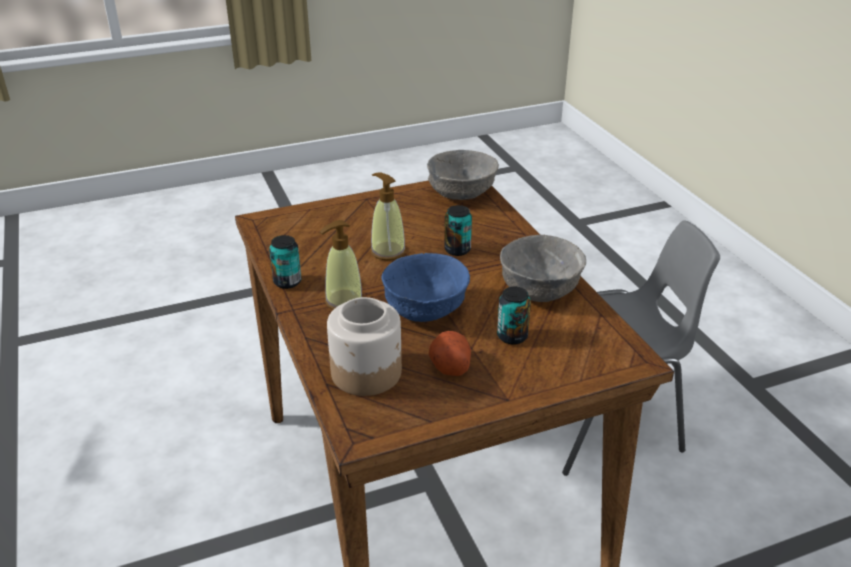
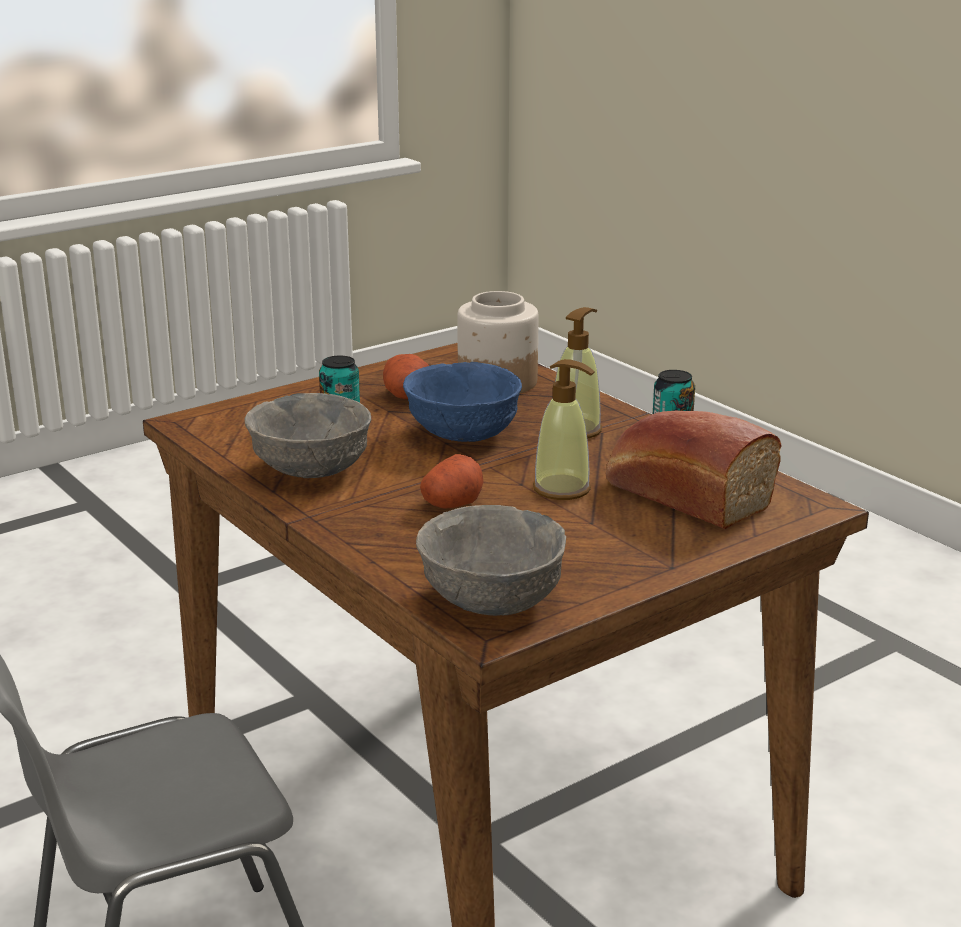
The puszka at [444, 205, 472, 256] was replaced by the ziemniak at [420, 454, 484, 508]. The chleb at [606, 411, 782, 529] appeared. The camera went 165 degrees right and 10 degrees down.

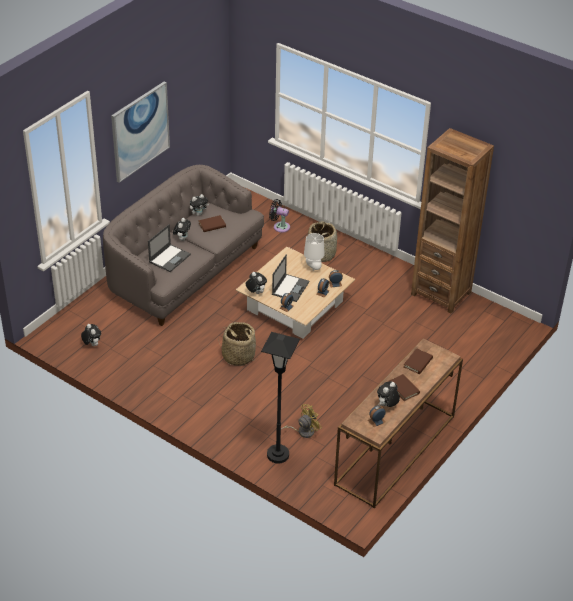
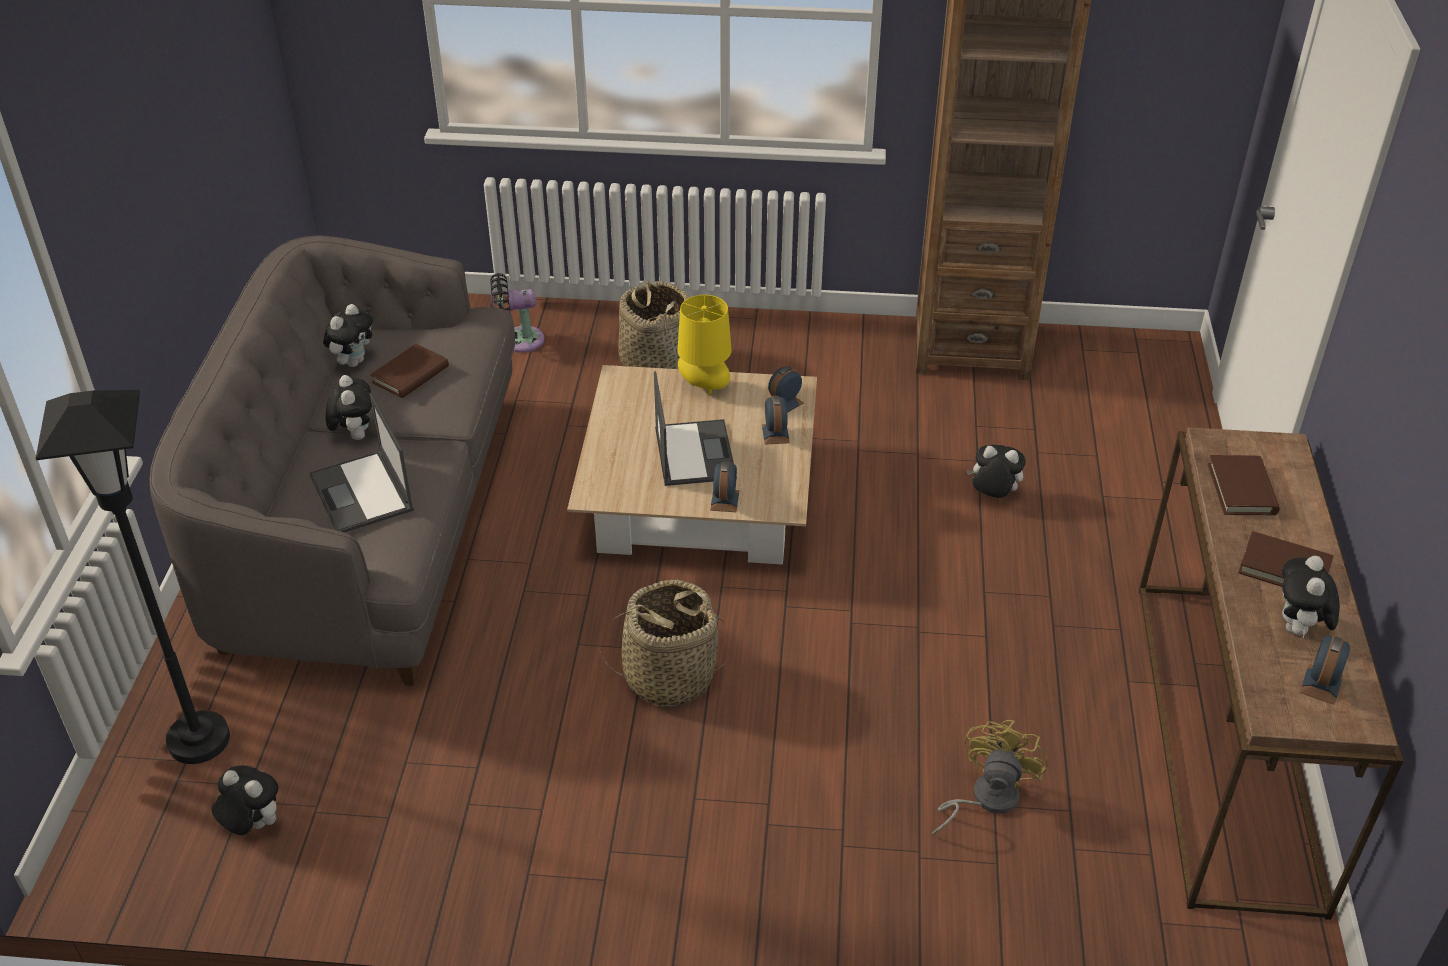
The obraz at [111, 81, 170, 183] disappeared. The laptop at [148, 224, 191, 272] turned 150 degrees clockwise. The pluszak moved from [246, 272, 267, 294] to [966, 445, 1026, 498]. The lampa stojąca/czarny moved from [261, 332, 300, 463] to [36, 390, 230, 764]. The lampa stołowa/biały at [304, 233, 325, 271] became the lampa stołowa/żółty at [678, 295, 732, 394]. The camera went 30 degrees left and 0 degrees up.

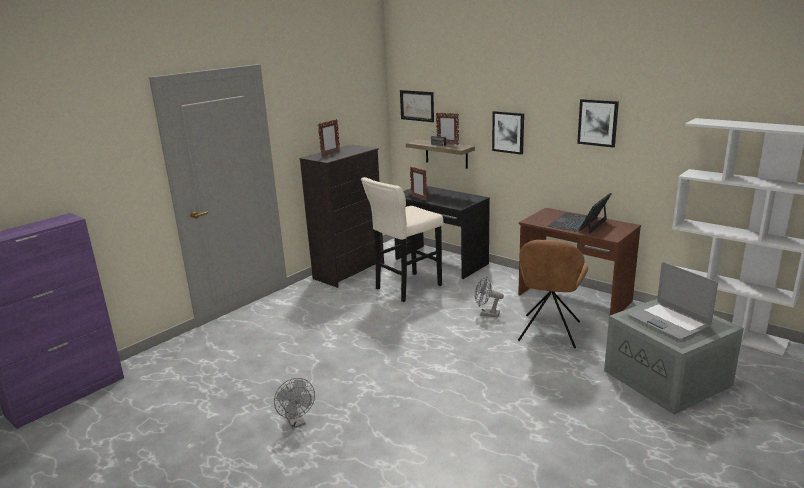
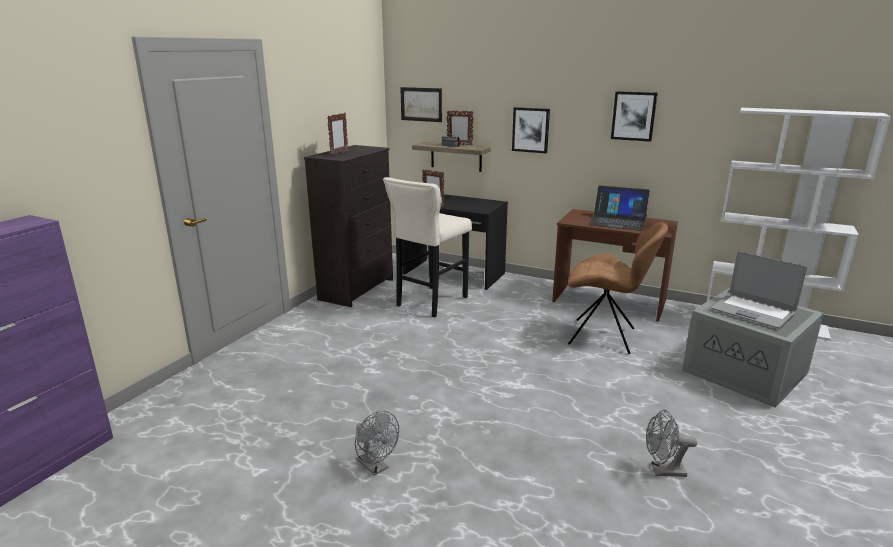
The wentylator/szary moved from [475, 276, 504, 317] to [646, 410, 697, 477]. The krzesło/brązowy at [518, 240, 588, 348] turned 75 degrees counterclockwise. The laptop at [548, 193, 612, 234] turned 90 degrees counterclockwise. The camera went 15 degrees left and 0 degrees up.

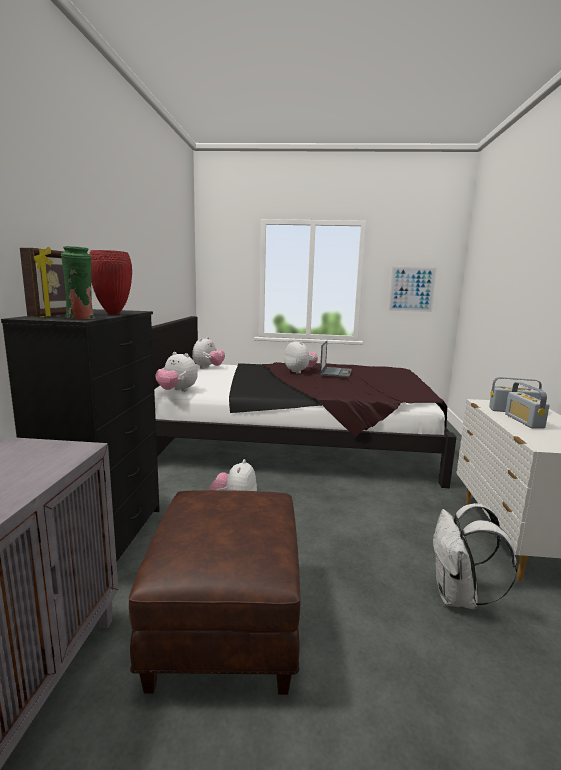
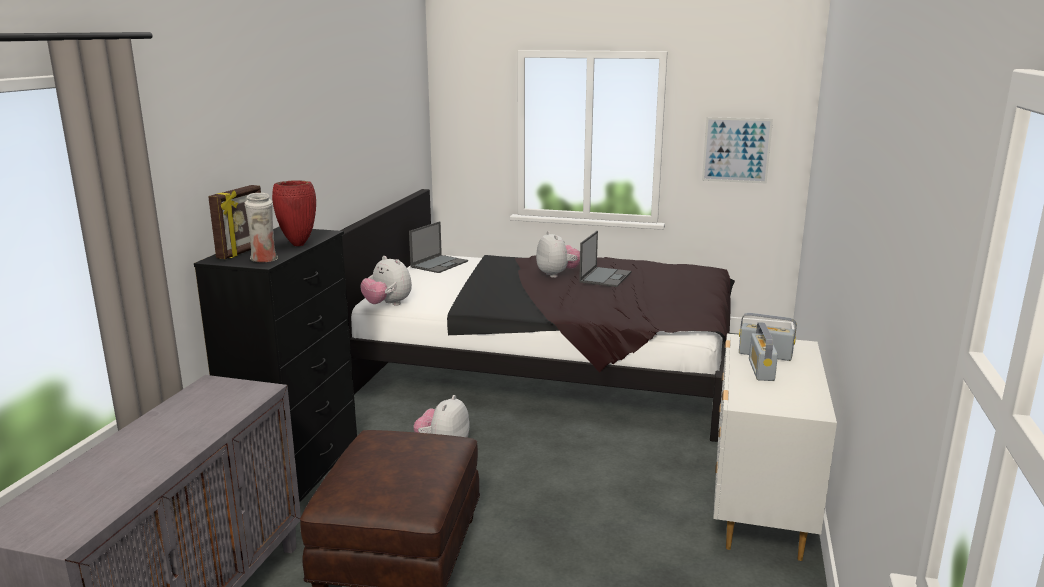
The wazon/zielony at [61, 246, 95, 319] became the wazon/biały at [244, 193, 278, 262]. The pluszak at [192, 337, 225, 369] was replaced by the laptop at [409, 221, 468, 273]. The plecak/biały at [433, 503, 517, 609] disappeared. The camera went 10 degrees right and 5 degrees up.

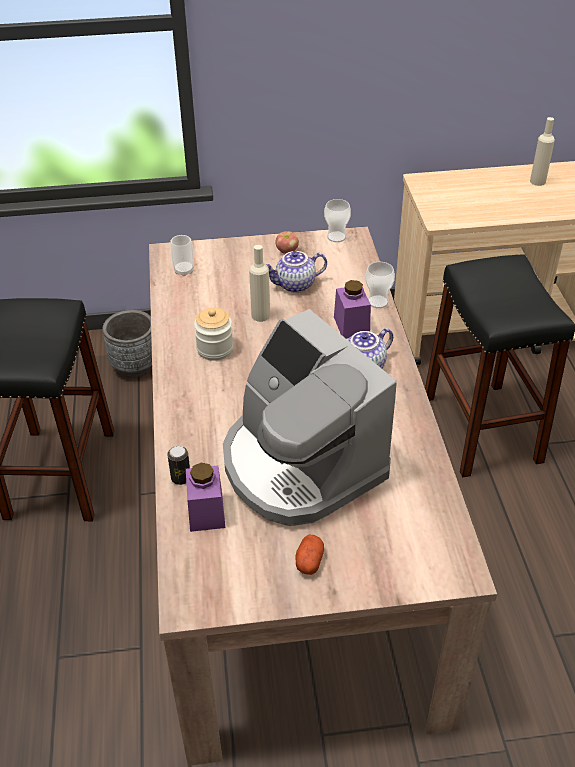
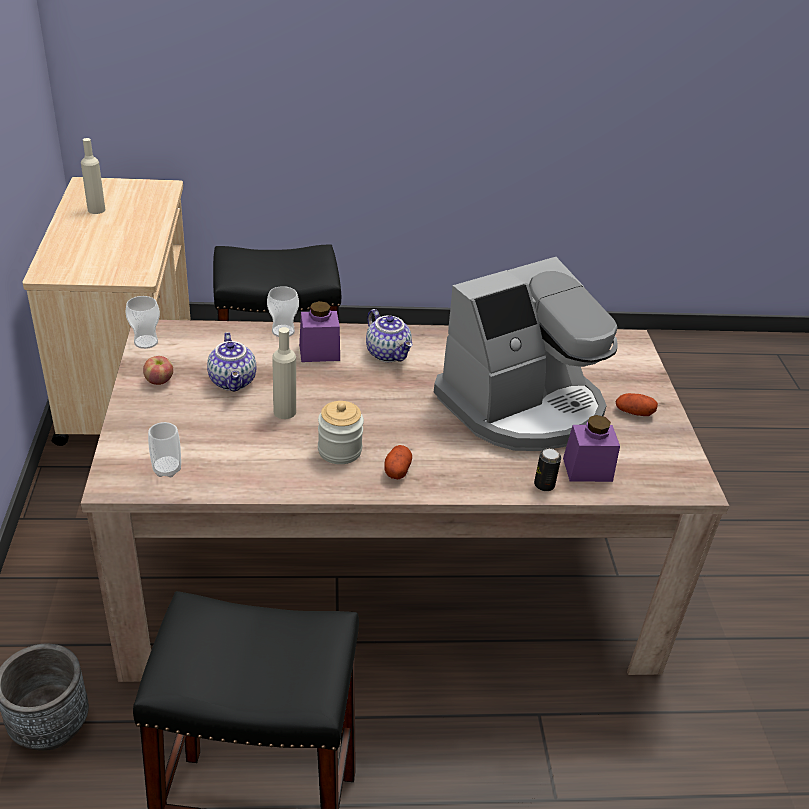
The ziemniak at [384, 445, 412, 479] appeared. The camera went 90 degrees left and 5 degrees down.

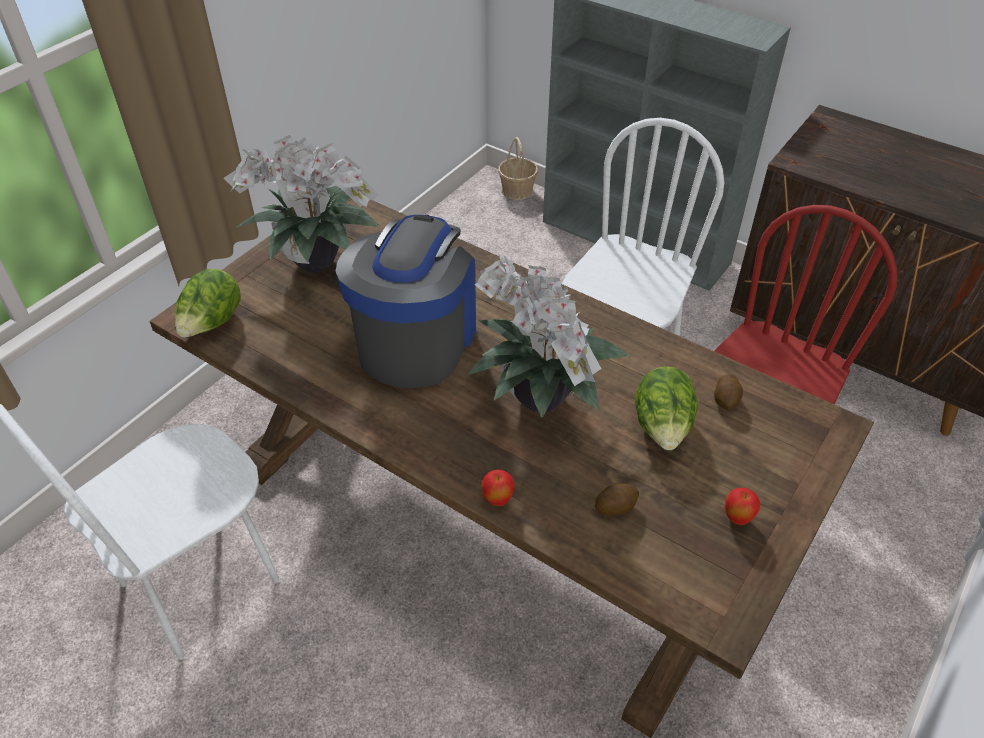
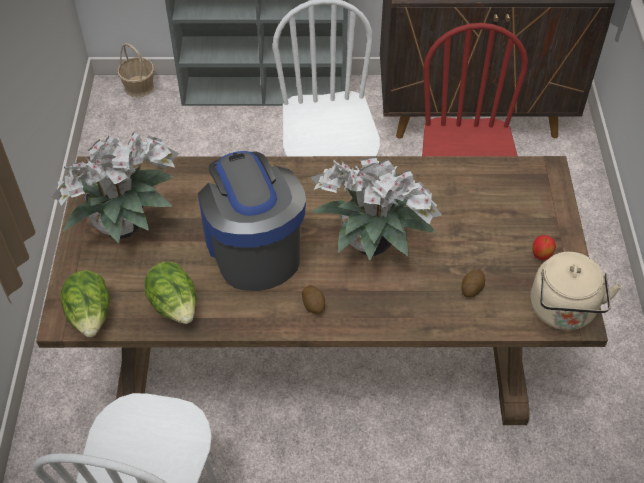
The jabłko at [481, 469, 515, 506] disappeared. The sałata moved from [635, 366, 698, 450] to [144, 262, 196, 324]. The ziemniak moved from [714, 374, 743, 409] to [302, 285, 325, 314]. The czajnik/beżowy at [531, 252, 622, 330] appeared. The camera went 35 degrees left and 5 degrees up.

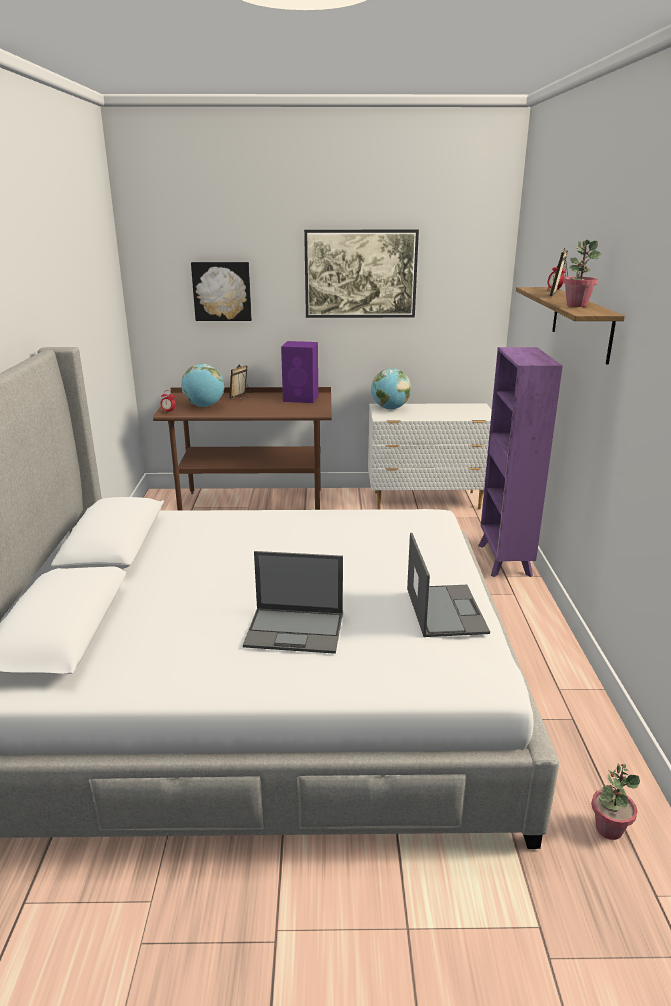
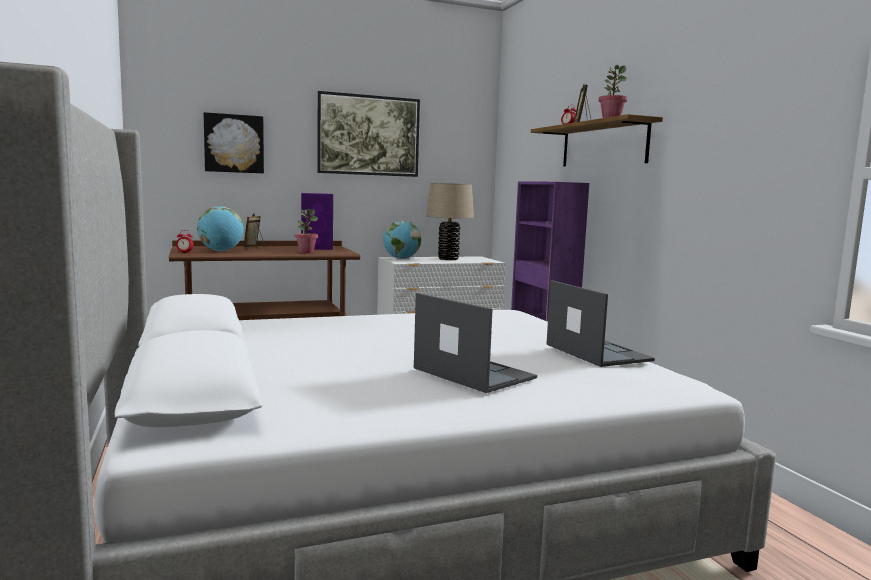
The laptop at [243, 551, 343, 654] turned 120 degrees counterclockwise. The roślina doniczkowa moved from [591, 763, 640, 840] to [295, 209, 318, 253]. The lampa stołowa/beżowy at [426, 183, 474, 260] appeared. The camera went 20 degrees left and 15 degrees down.

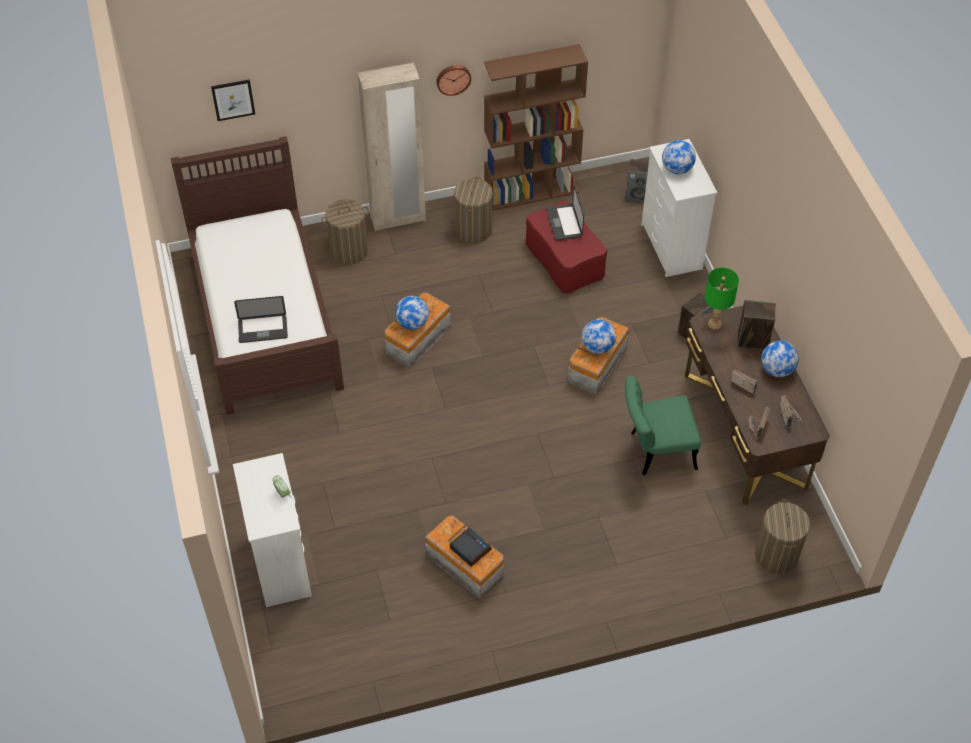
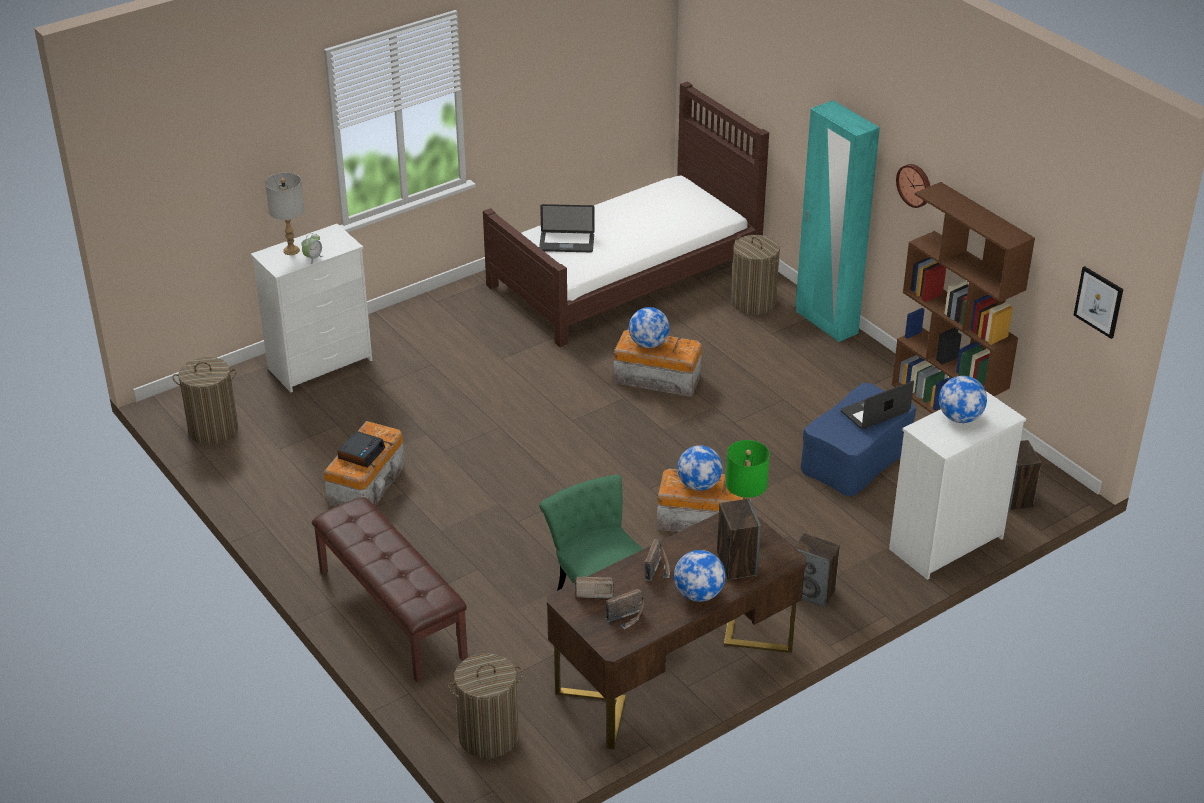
The obraz moved from [211, 79, 255, 121] to [1073, 266, 1123, 339]. The laptop at [234, 296, 288, 343] turned 60 degrees counterclockwise. The szafa/beżowy at [358, 63, 426, 231] became the szafa/turkusowy at [795, 100, 880, 342]. The kosz na pranie moved from [454, 177, 493, 243] to [173, 357, 238, 445]. The pufa/czerwony at [526, 201, 607, 294] became the pufa/niebieski at [801, 383, 916, 496]. The lampa stołowa/szary at [265, 172, 305, 255] appeared. The ławka/brązowy at [312, 497, 468, 682] appeared. The camera went 70 degrees right and 15 degrees down.

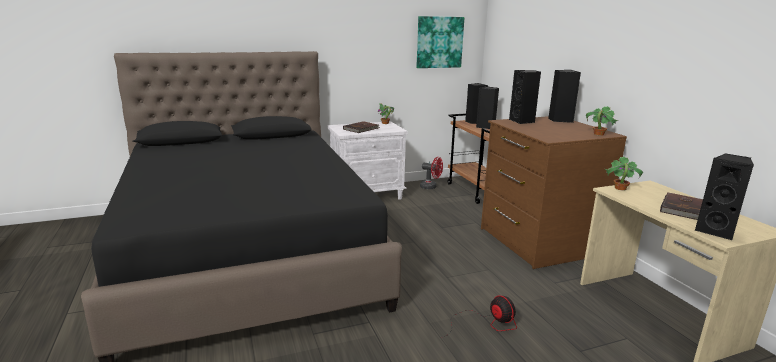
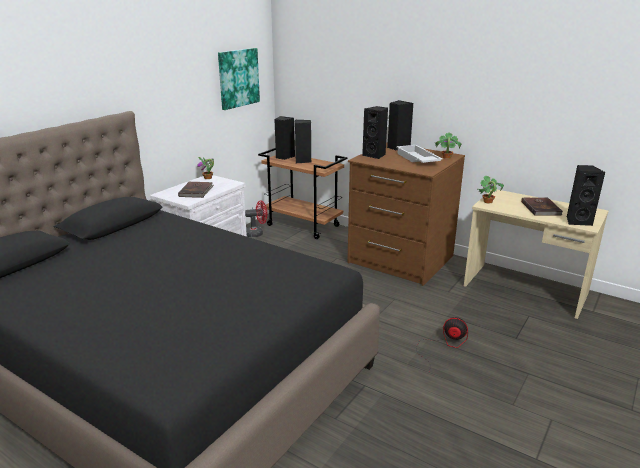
The taca/biały at [396, 145, 443, 163] appeared. The camera went 35 degrees left and 5 degrees up.

